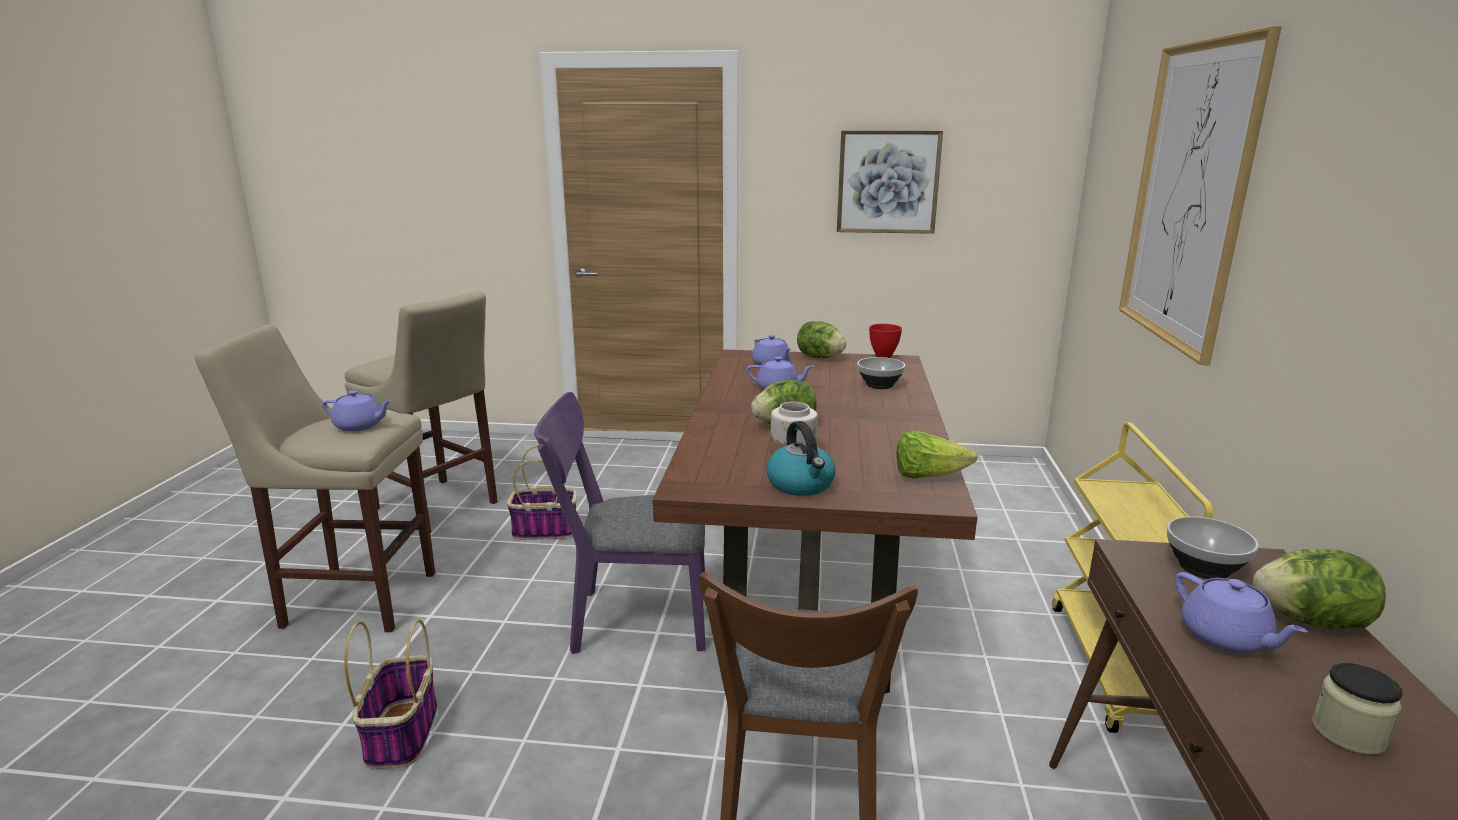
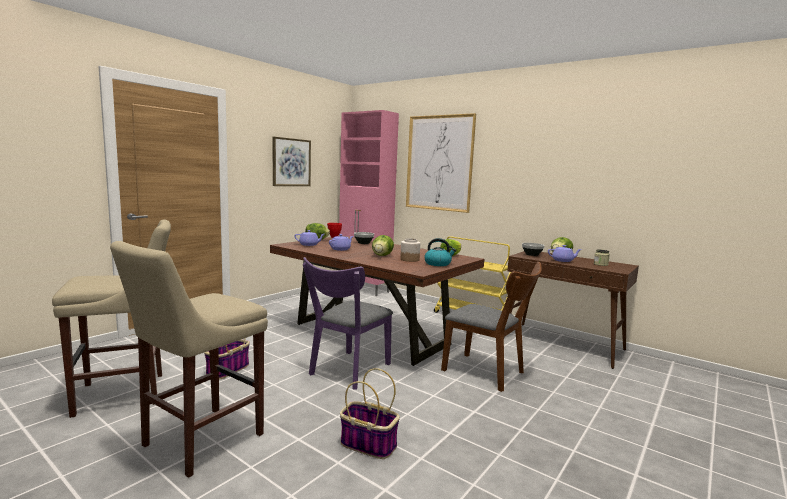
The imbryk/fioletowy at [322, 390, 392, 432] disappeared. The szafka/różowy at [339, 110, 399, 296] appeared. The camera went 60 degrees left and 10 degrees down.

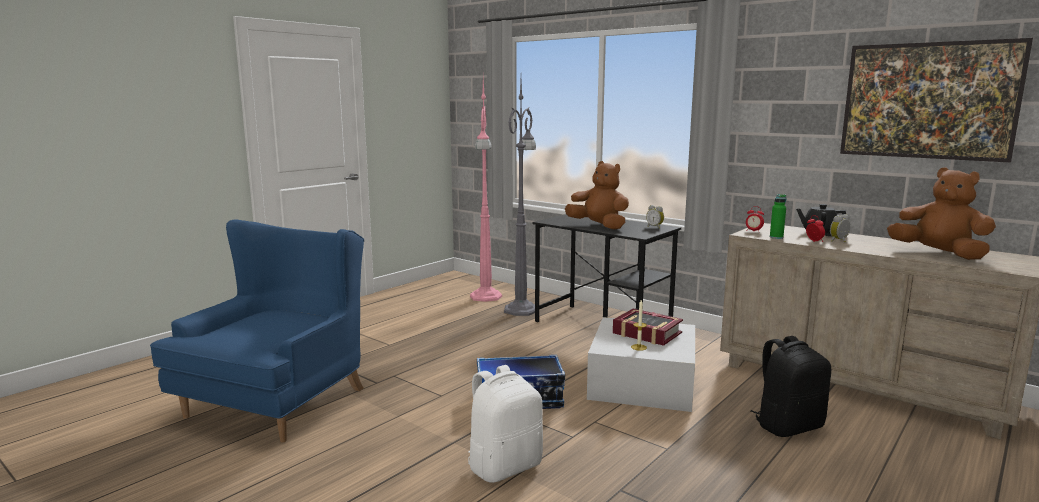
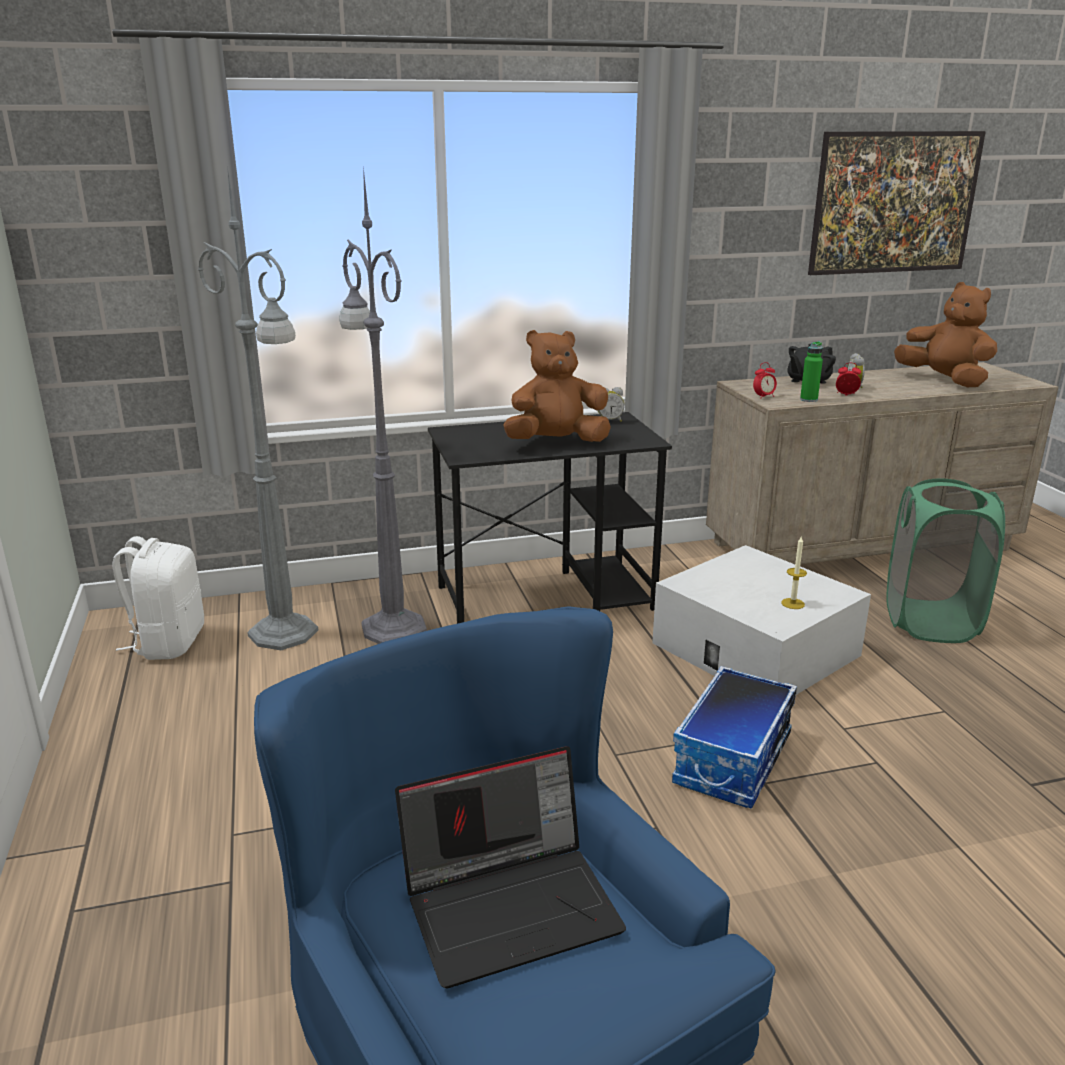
The plecak/biały moved from [468, 365, 543, 483] to [112, 536, 204, 660]. The lampa stojąca/różowy at [470, 78, 502, 302] became the lampa stojąca/szary at [198, 167, 318, 650]. The książka at [613, 309, 683, 346] disappeared. The plecak/czarny at [751, 336, 831, 437] was replaced by the kosz na pranie/zielony at [886, 478, 1005, 643]. The pluszak/brązowy at [887, 167, 996, 260] turned 60 degrees clockwise. The laptop at [395, 746, 626, 989] appeared. The camera went 55 degrees left and 10 degrees up.

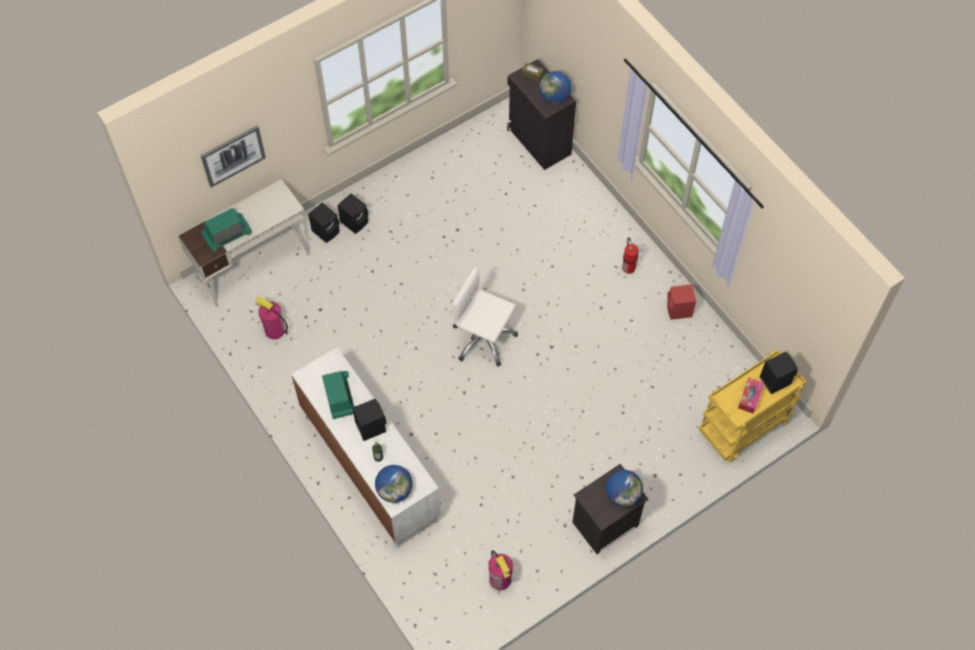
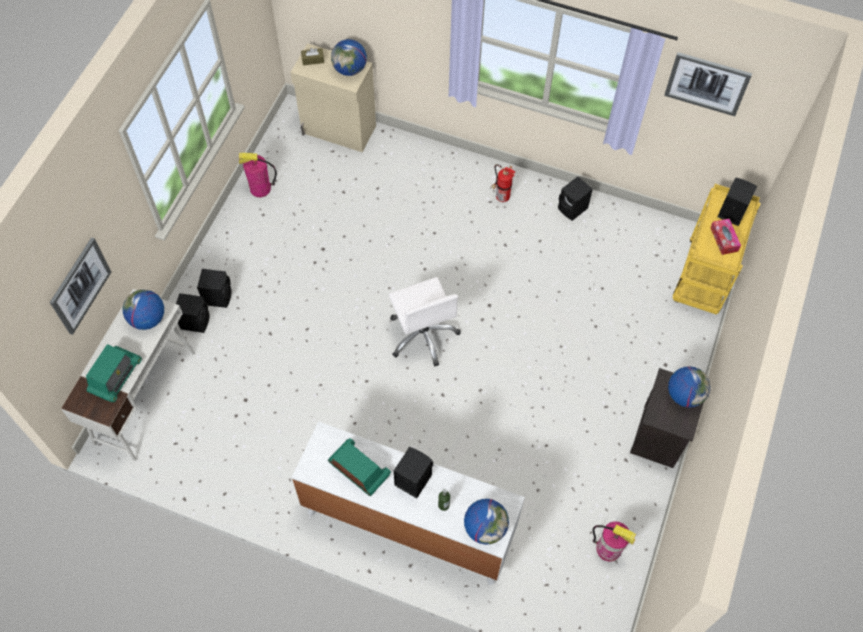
The gaśnica moved from [255, 296, 288, 339] to [239, 153, 277, 197]. The krzesło biurowe/biały at [452, 267, 518, 367] turned 105 degrees counterclockwise. The szafka/czarny at [507, 59, 576, 170] became the szafka/beżowy at [290, 43, 376, 152]. The głośnik/czerwony at [667, 284, 696, 320] became the głośnik/czarny at [558, 176, 593, 221]. The globus at [123, 289, 164, 330] appeared. The obraz at [664, 52, 752, 116] appeared. The camera went 35 degrees left and 0 degrees up.

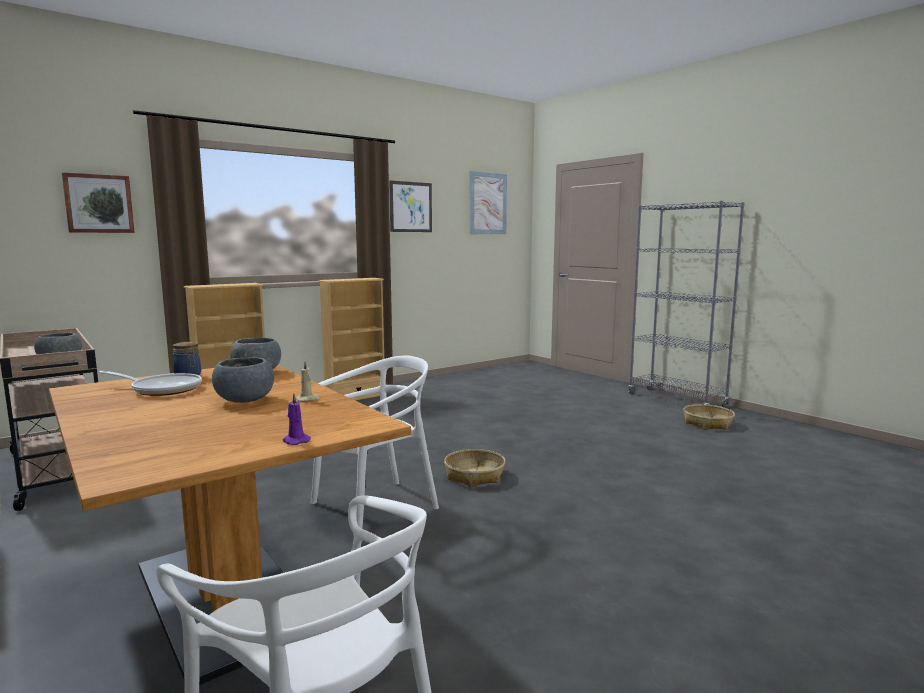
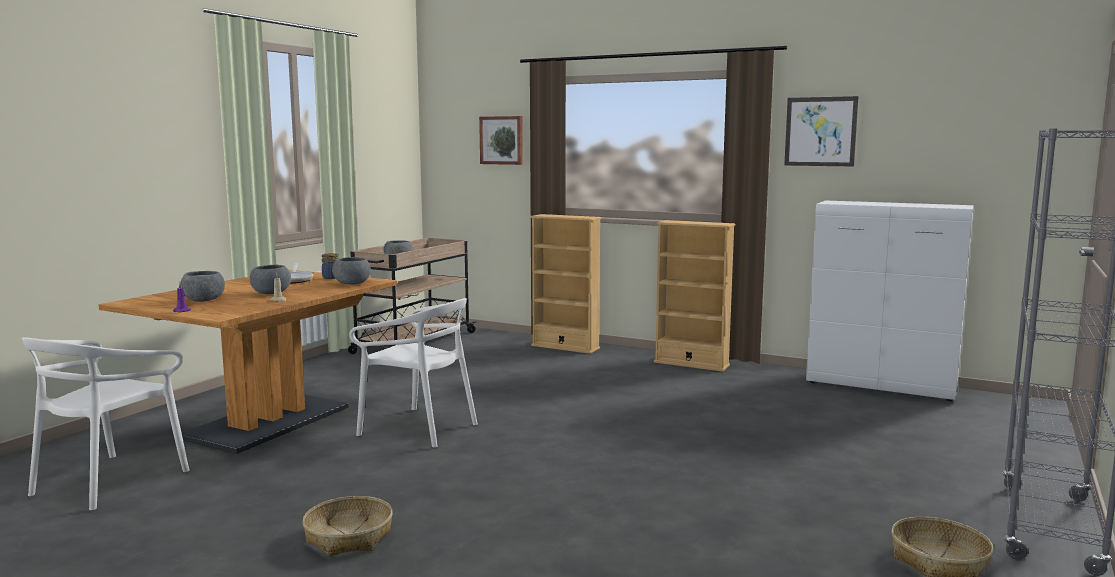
The koszyk moved from [444, 449, 506, 487] to [302, 496, 393, 556]. The obraz at [469, 171, 507, 234] disappeared. The miska/szary at [180, 271, 225, 302] appeared. The szafka/biały at [806, 200, 974, 401] appeared. The camera went 65 degrees right and 0 degrees up.

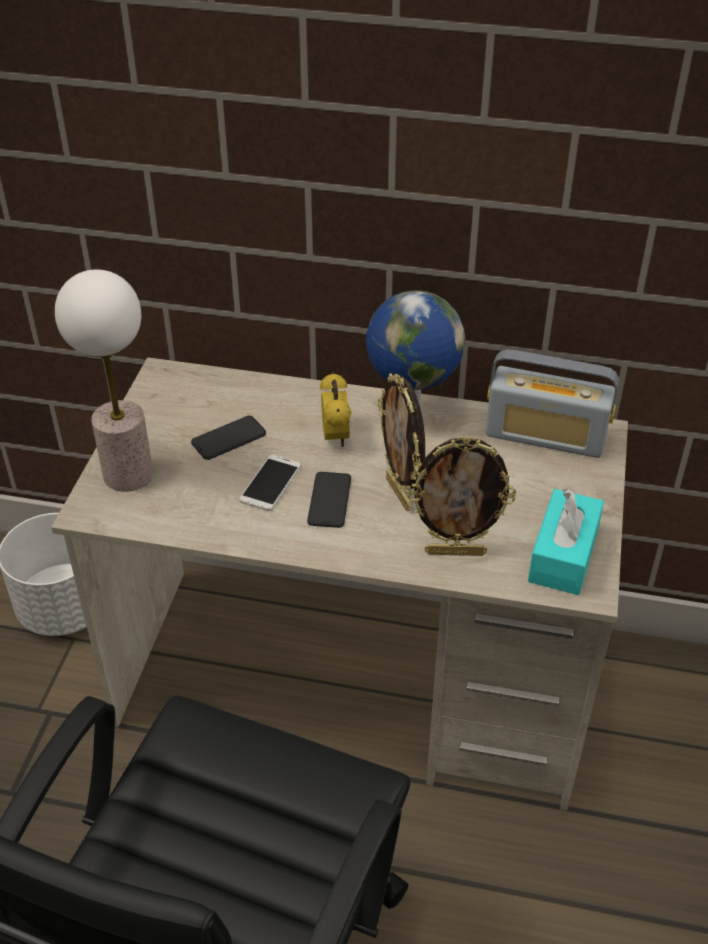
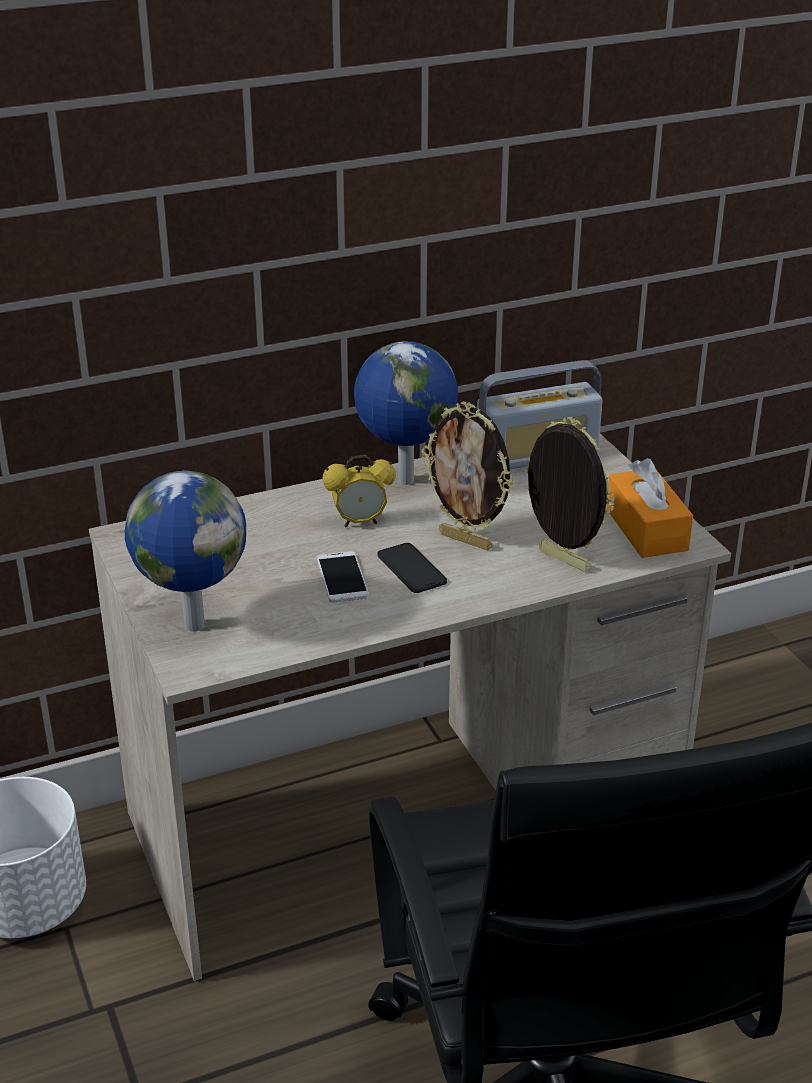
The lampa stołowa at [55, 269, 153, 492] was replaced by the globus at [125, 471, 246, 632]. The telefon at [191, 416, 266, 460] disappeared. The budzik at [320, 372, 352, 447] turned 120 degrees clockwise. The ramka na zdjęcie at [407, 436, 516, 556] turned 105 degrees counterclockwise. The pudełko chusteczek/turkusowy at [528, 489, 604, 595] became the pudełko chusteczek/pomarańczowy at [606, 458, 693, 558]. The camera went 35 degrees left and 10 degrees down.

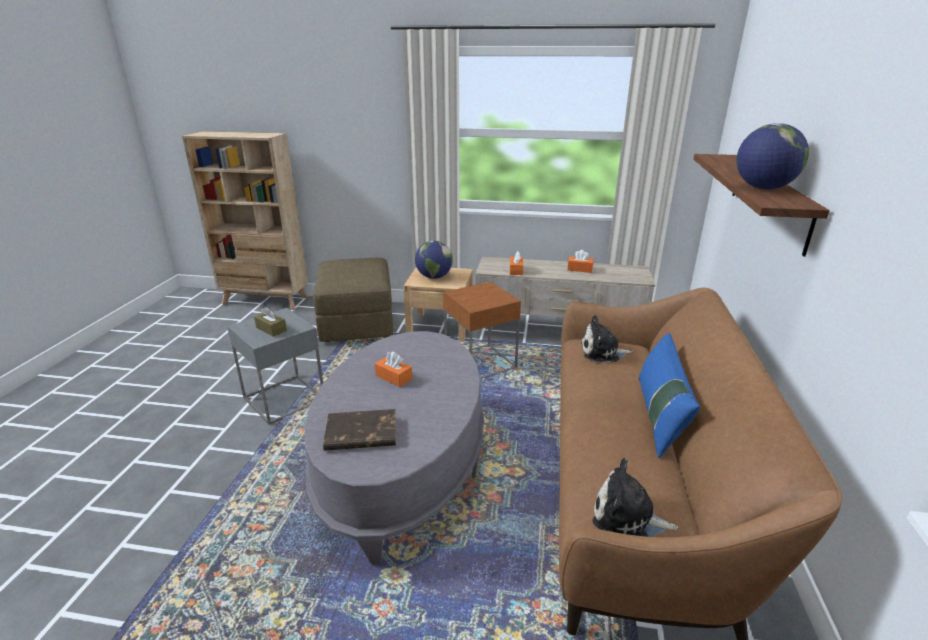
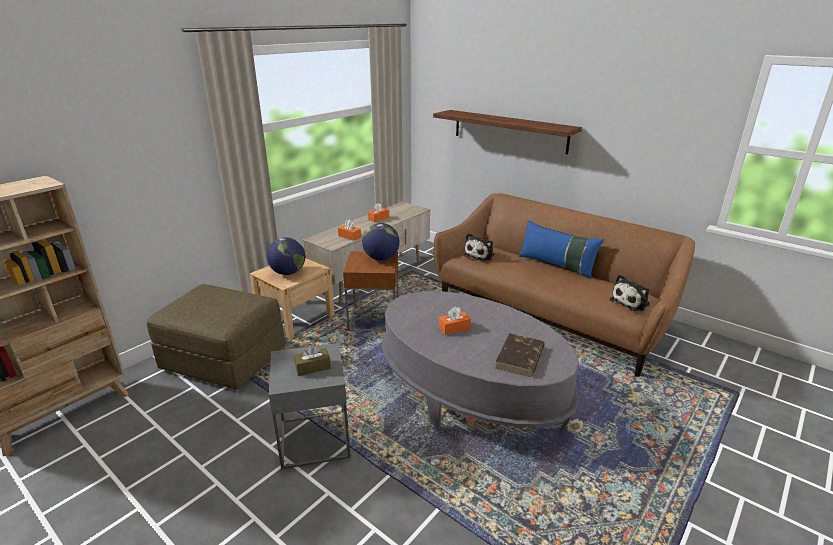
The globus moved from [736, 123, 809, 189] to [362, 223, 400, 261]. The camera went 60 degrees left and 0 degrees up.

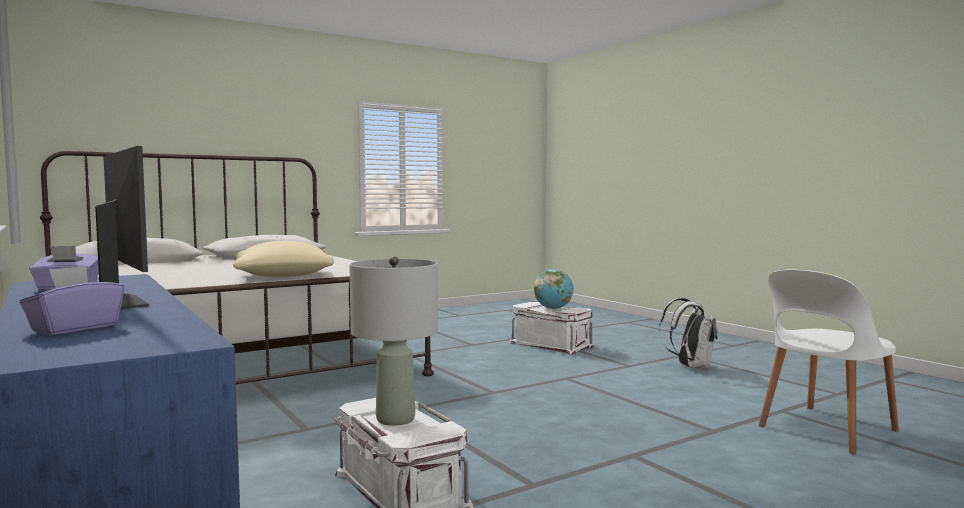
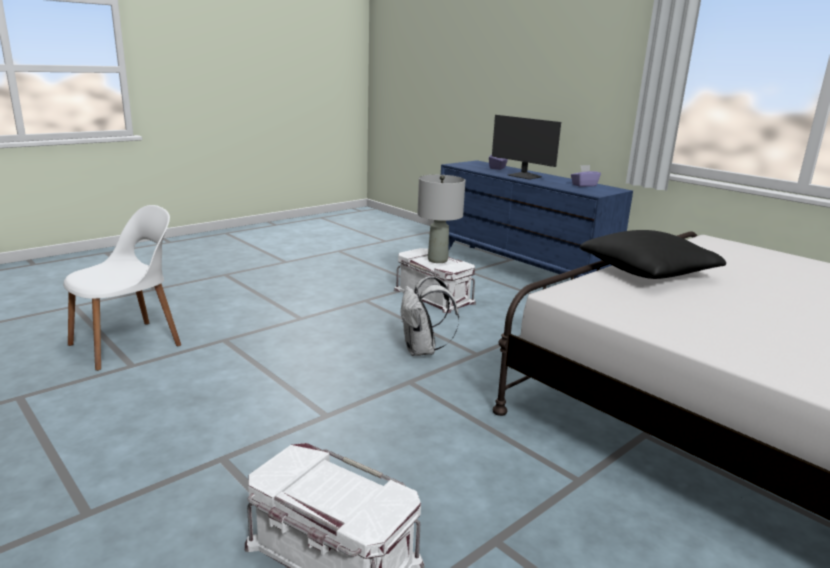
The poduszka/beżowy at [233, 241, 334, 278] became the poduszka/czarny at [580, 230, 726, 279]. The globus at [534, 269, 574, 309] disappeared. The plecak/biały moved from [659, 298, 717, 370] to [400, 276, 459, 356]. The camera went 170 degrees right and 15 degrees up.

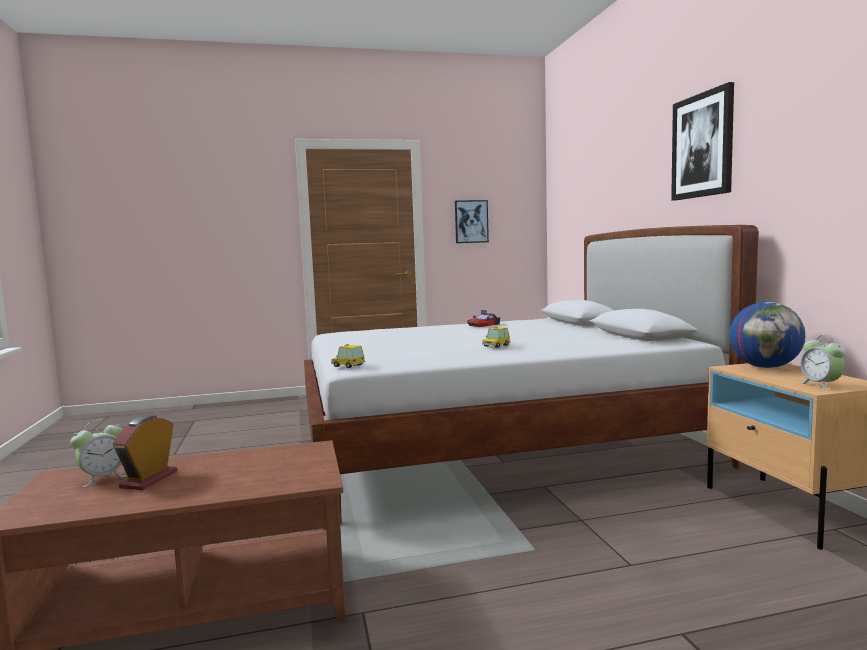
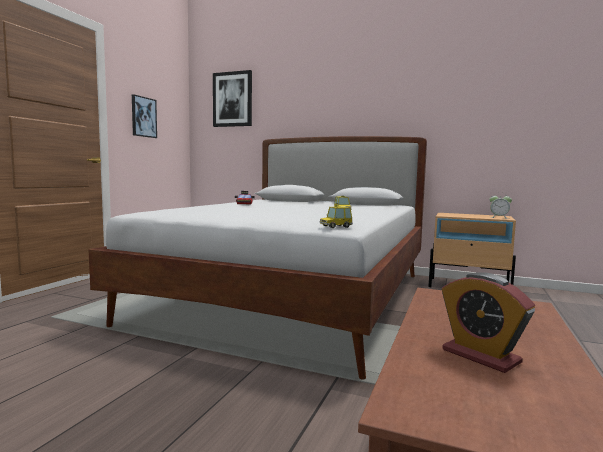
The budzik at [70, 420, 127, 487] disappeared. The obraz moved from [671, 82, 734, 200] to [213, 70, 252, 127]. The globus at [729, 302, 805, 368] disappeared. The camera went 55 degrees left and 0 degrees up.

